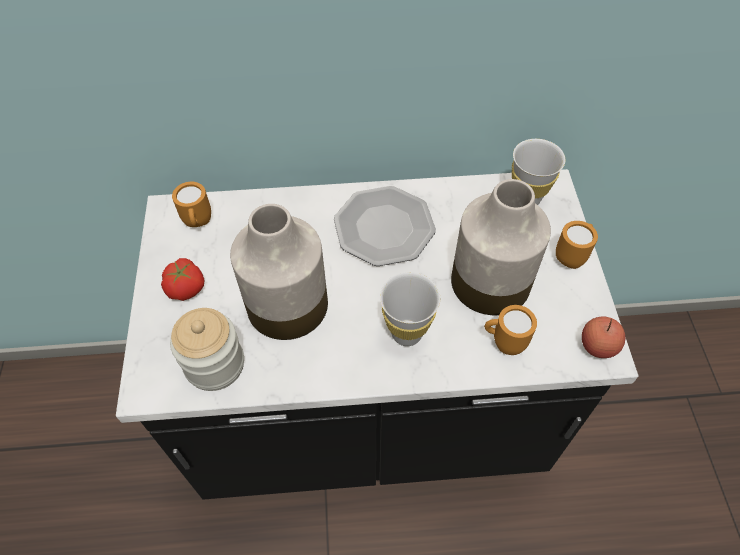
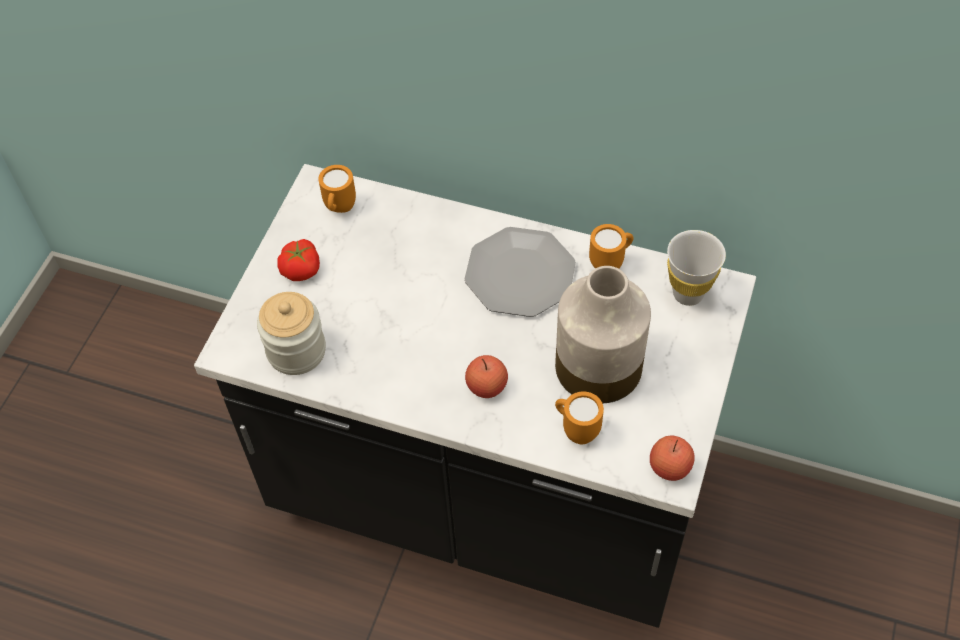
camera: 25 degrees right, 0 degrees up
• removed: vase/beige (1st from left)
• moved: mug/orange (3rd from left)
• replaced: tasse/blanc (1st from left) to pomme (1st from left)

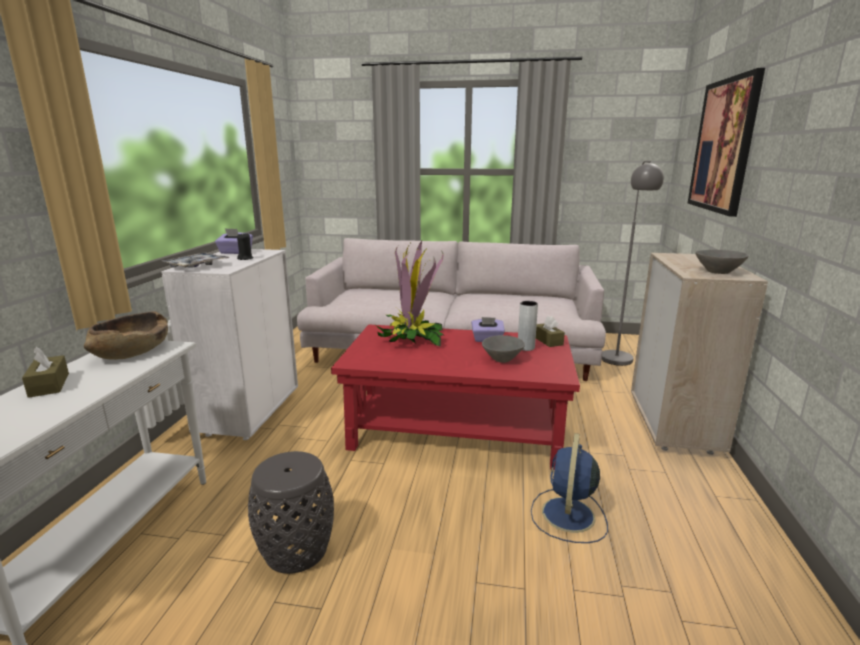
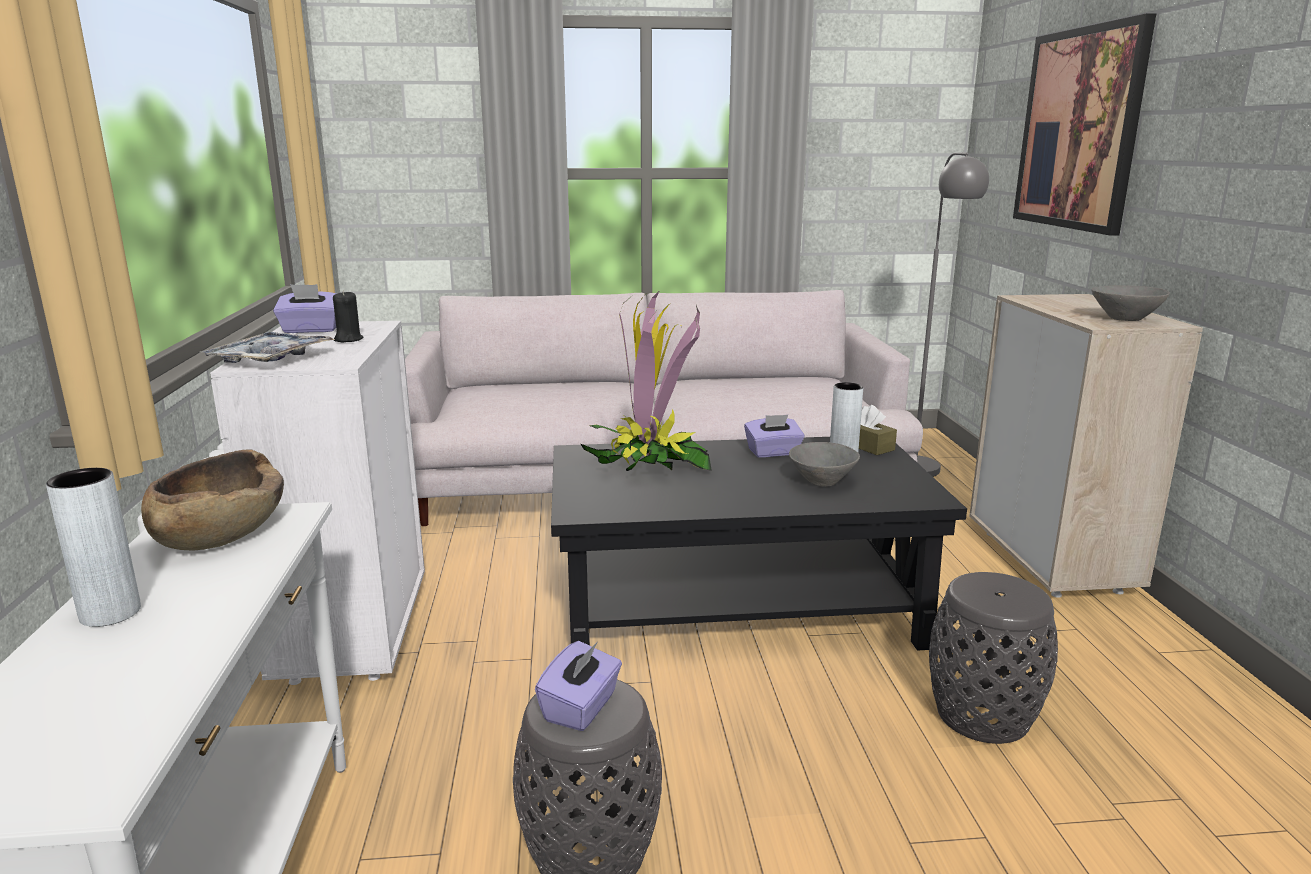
camera: 15 degrees left, 0 degrees up
• recoloured: table basse/rouge to table basse/noir
• replaced: boîte à mouchoirs/marron (1st from left) to vase/gris (1st from left)
• replaced: ventilateur/bleu to tabouret/gris (2nd from left)
• added: boîte à mouchoirs/violet (2nd from left)

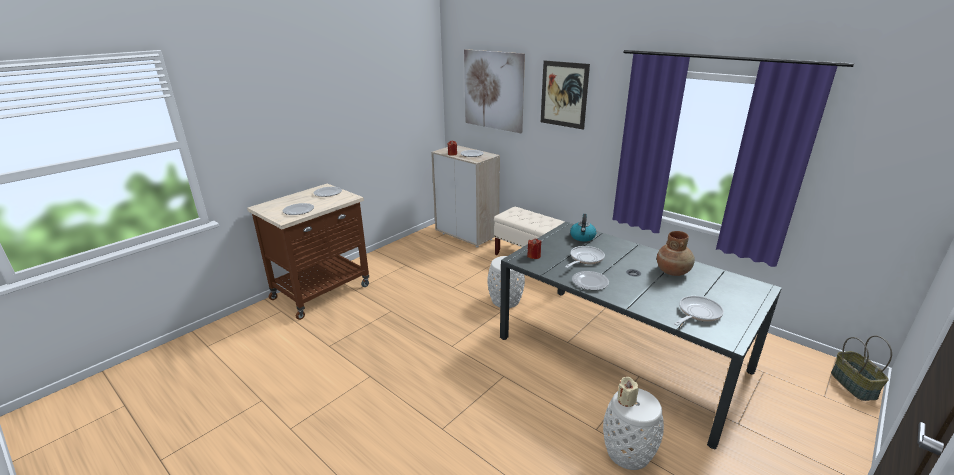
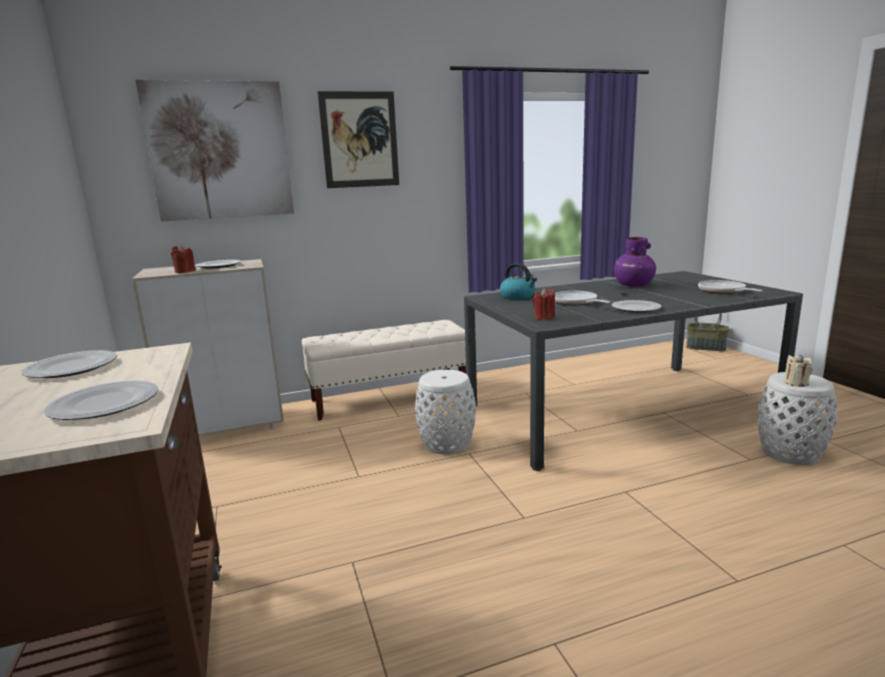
camera: 60 degrees left, 10 degrees down
• recoloured: vase/marron to vase/violet

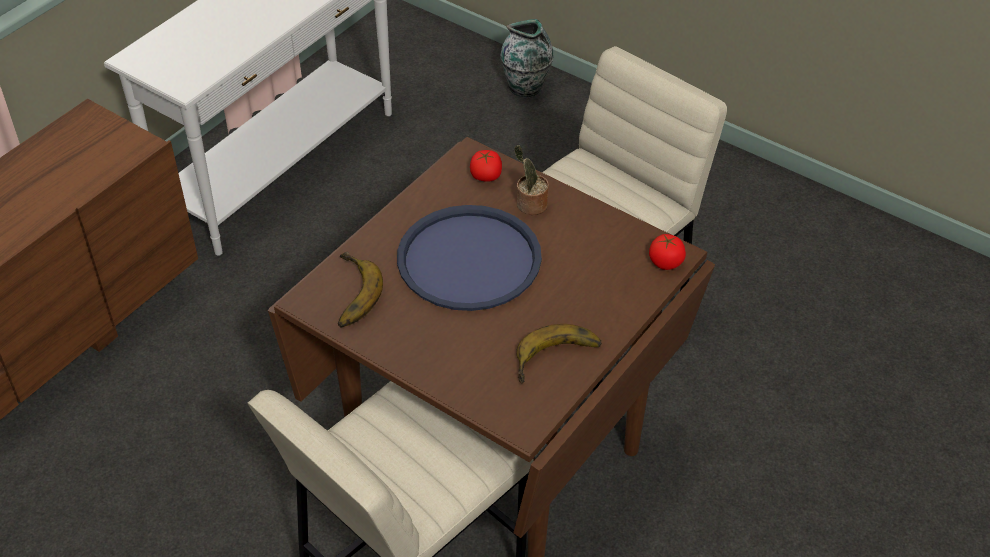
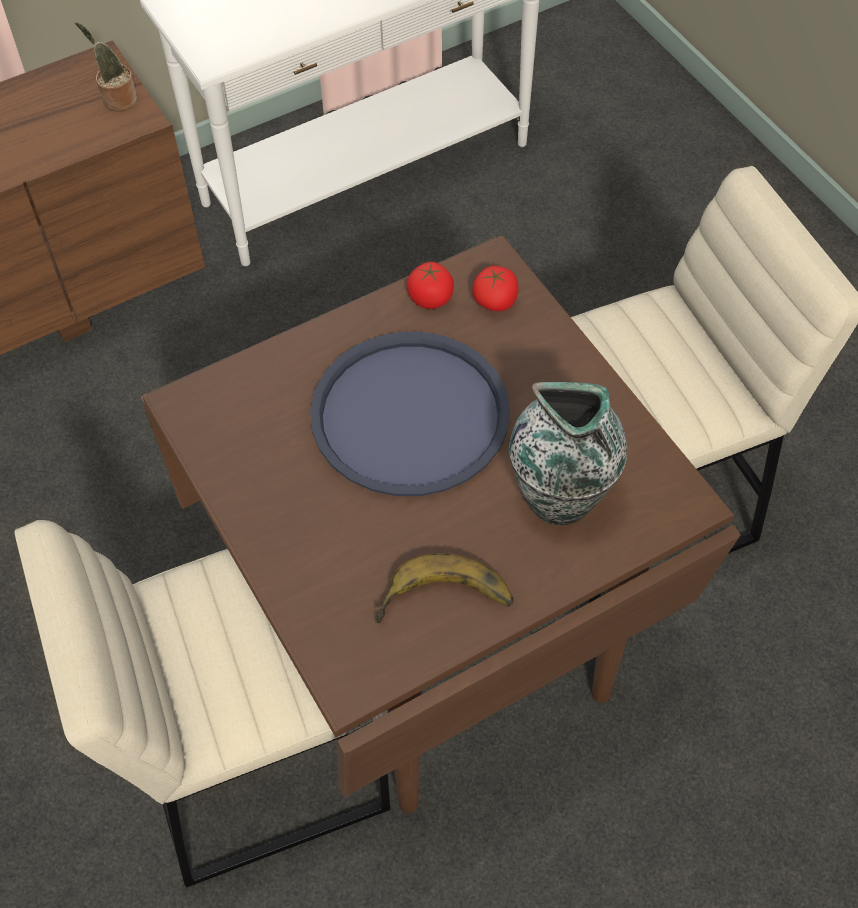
camera: 25 degrees right, 10 degrees up
• moved: vase
• moved: plante en pot
• moved: tomate (2nd from left in the first image) to tomate (1st from left)
• removed: banane (1st from left)

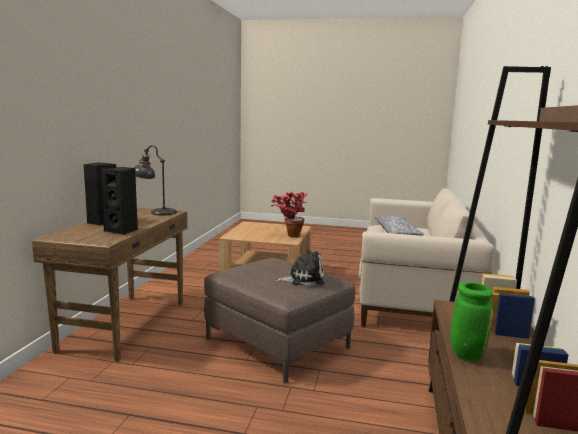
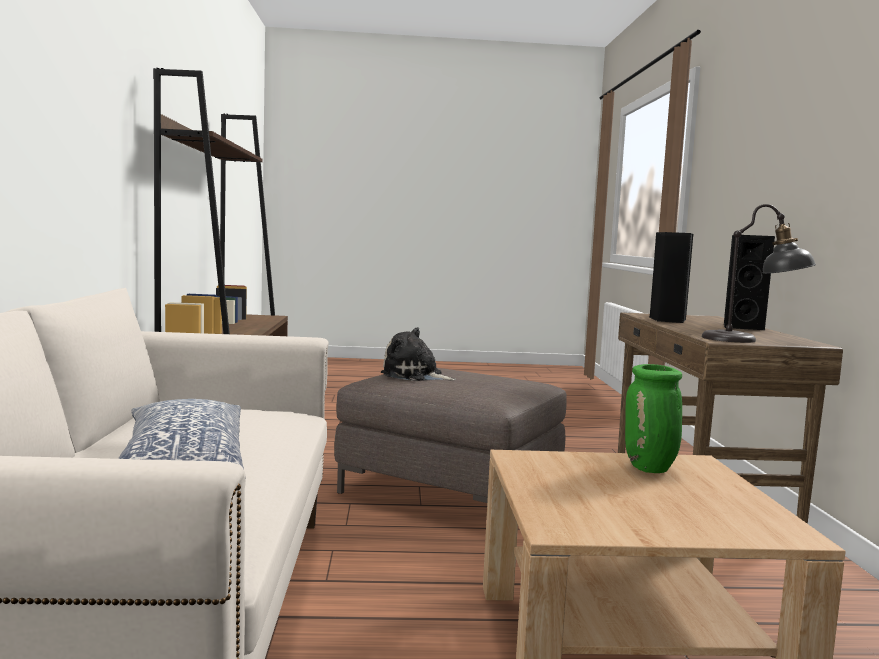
camera: 165 degrees right, 5 degrees down
• removed: plante en pot
• turned: peluche 45 degrees clockwise
• moved: vase/vert

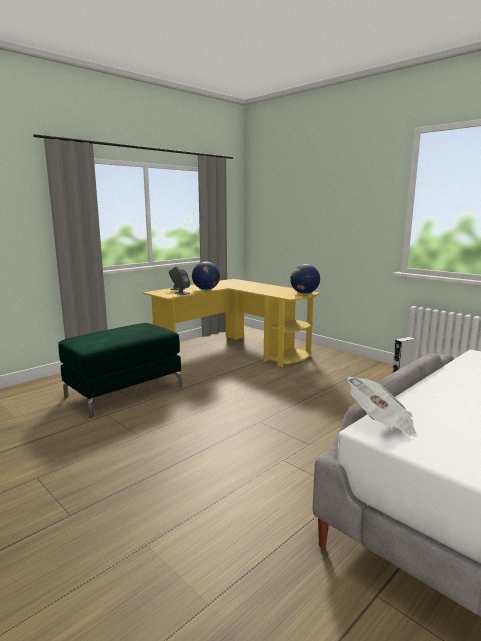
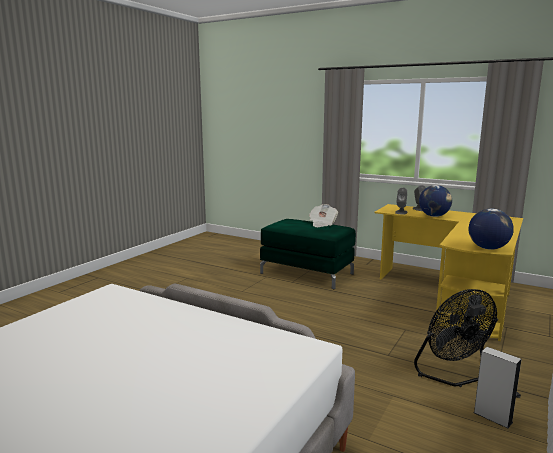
camera: 75 degrees right, 0 degrees up
• moved: journal
• added: ventilateur/noir

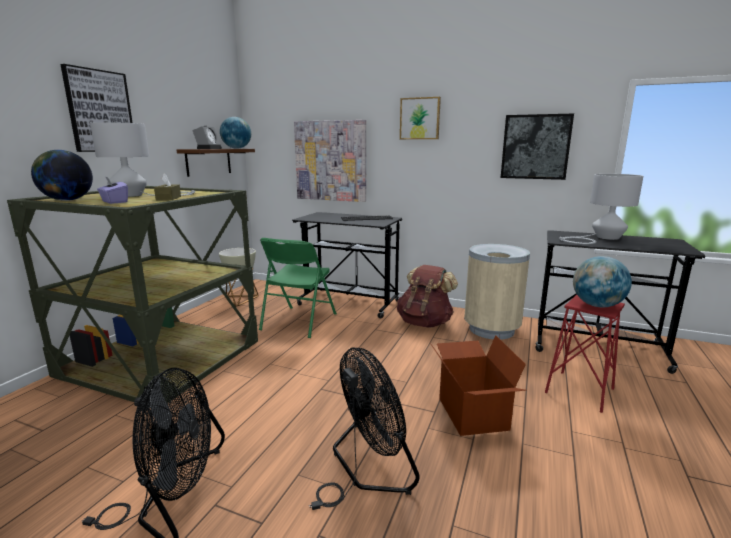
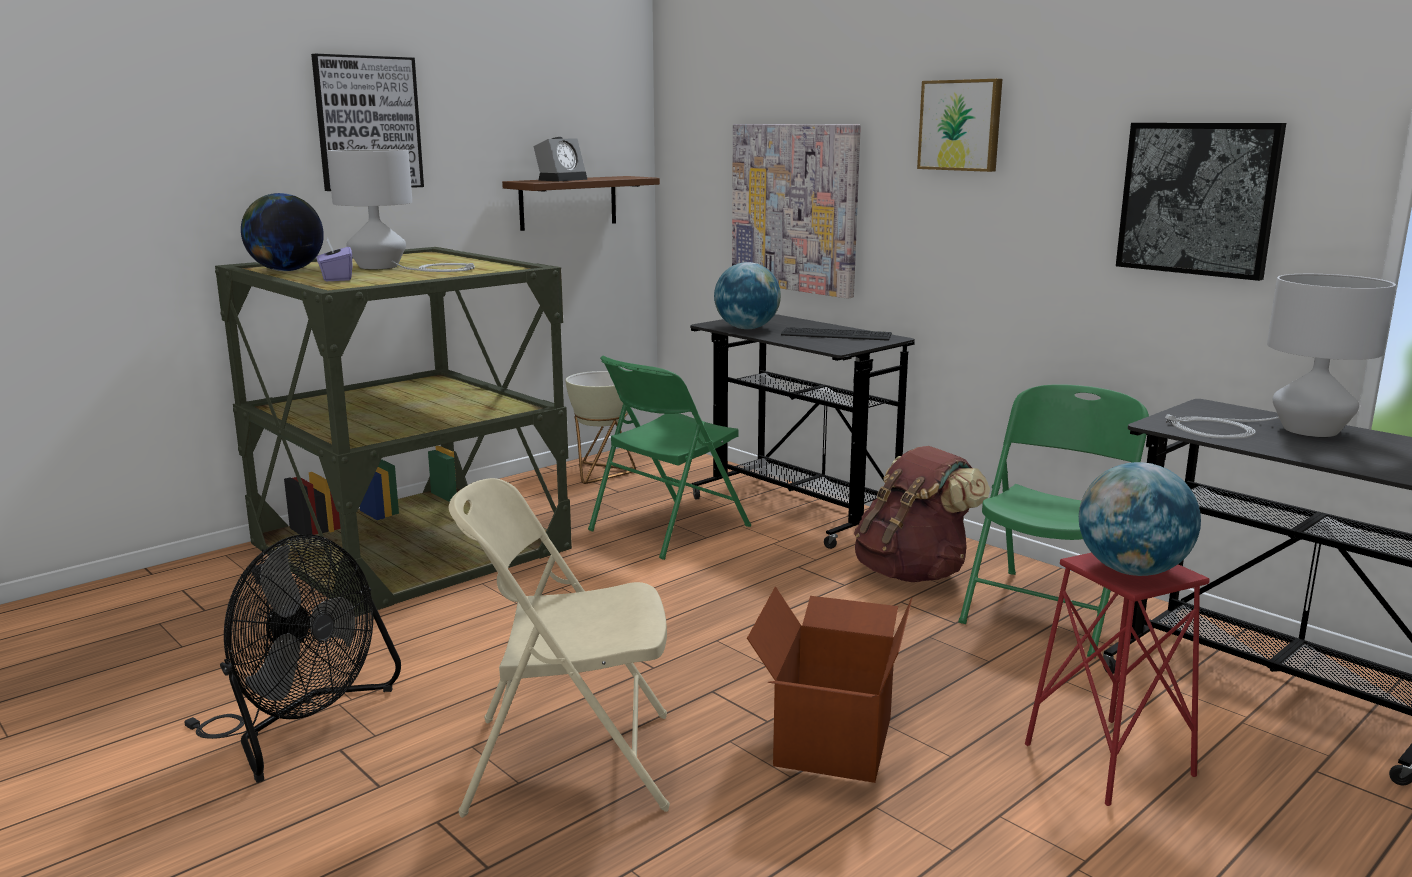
camera: 25 degrees right, 0 degrees up
• moved: globe (2nd from left)
• removed: boîte à mouchoirs/marron
• replaced: poubelle/beige to chaise/vert (2nd from left)
• replaced: ventilateur/noir (2nd from left) to chaise/beige

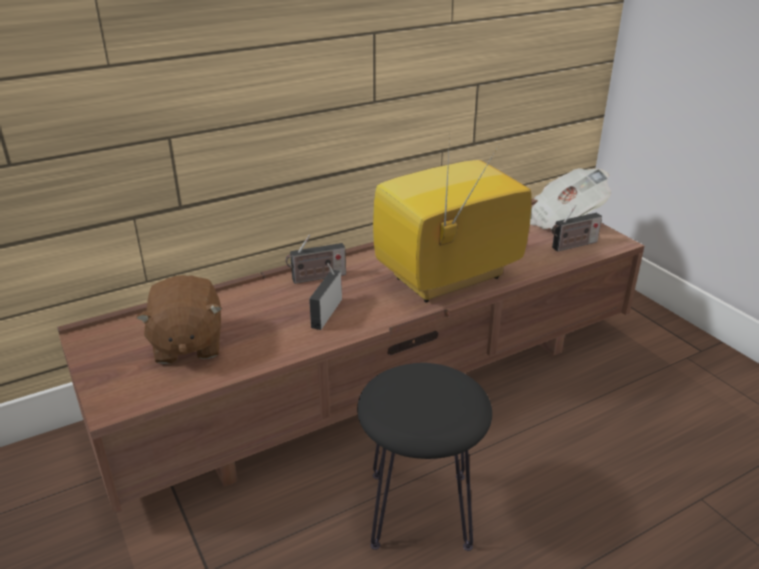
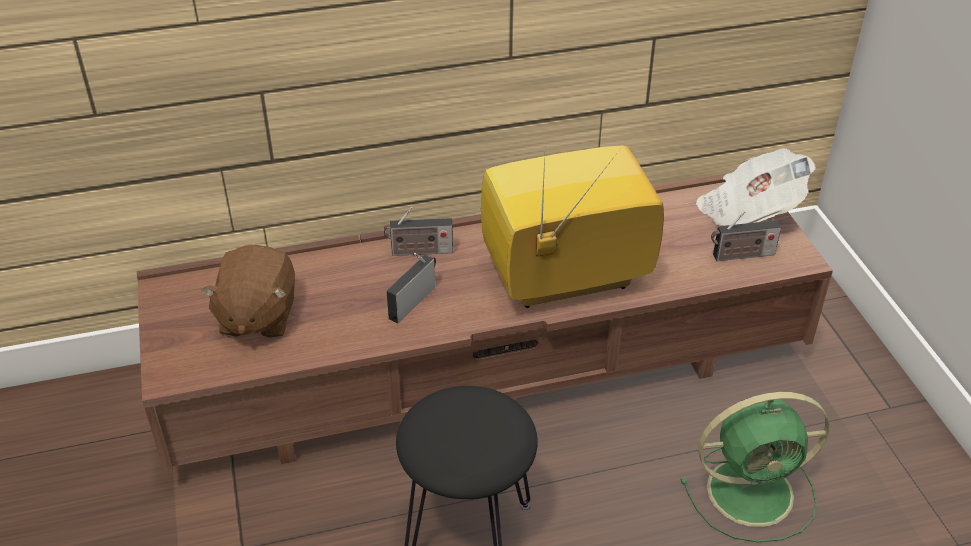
camera: 15 degrees right, 10 degrees up
• added: ventilateur/vert

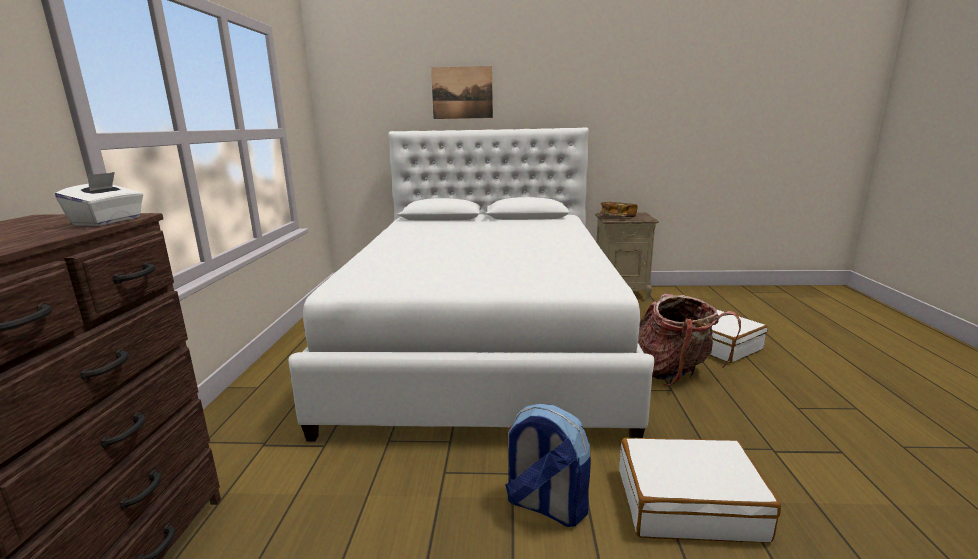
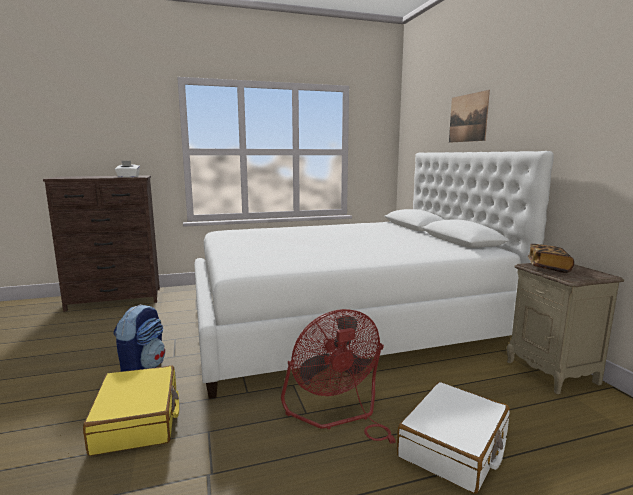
camera: 70 degrees right, 5 degrees down
• replaced: sac à dos (2nd from left) to ventilateur/rouge
• recoloured: valise/blanc (1st from left) to valise/jaune

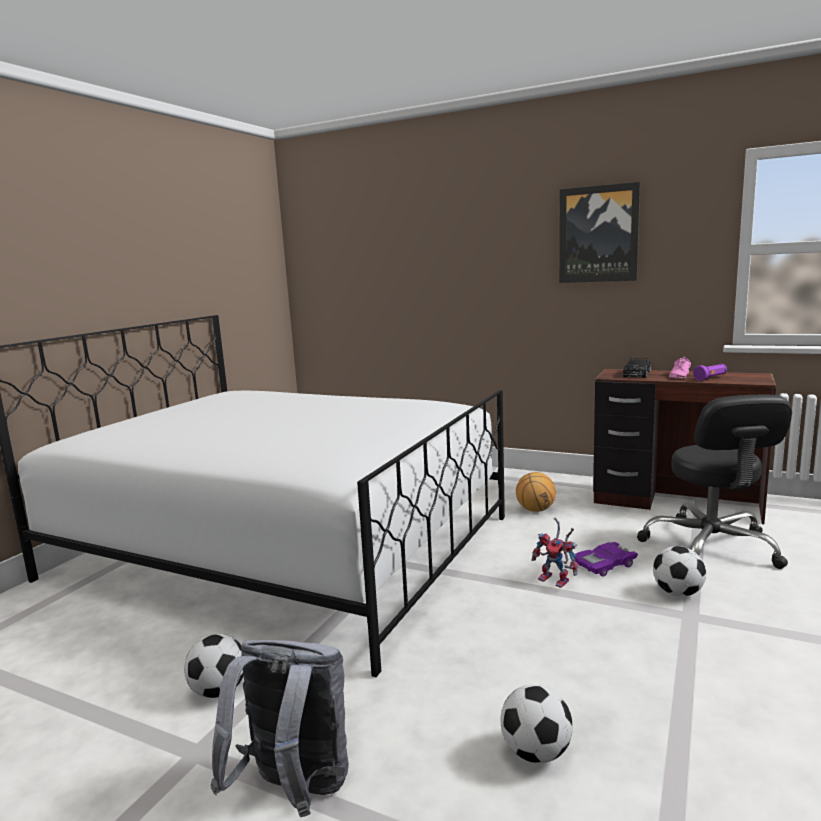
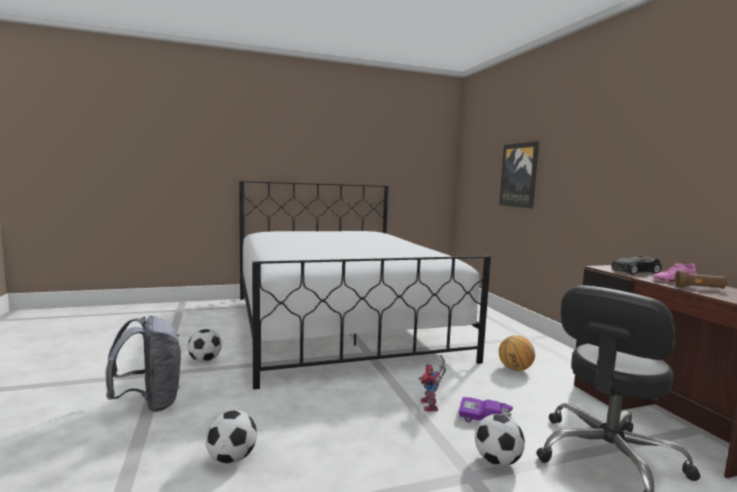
camera: 45 degrees right, 5 degrees down
• moved: tableau
• recoloured: lampe de poche/violet to lampe de poche/marron

